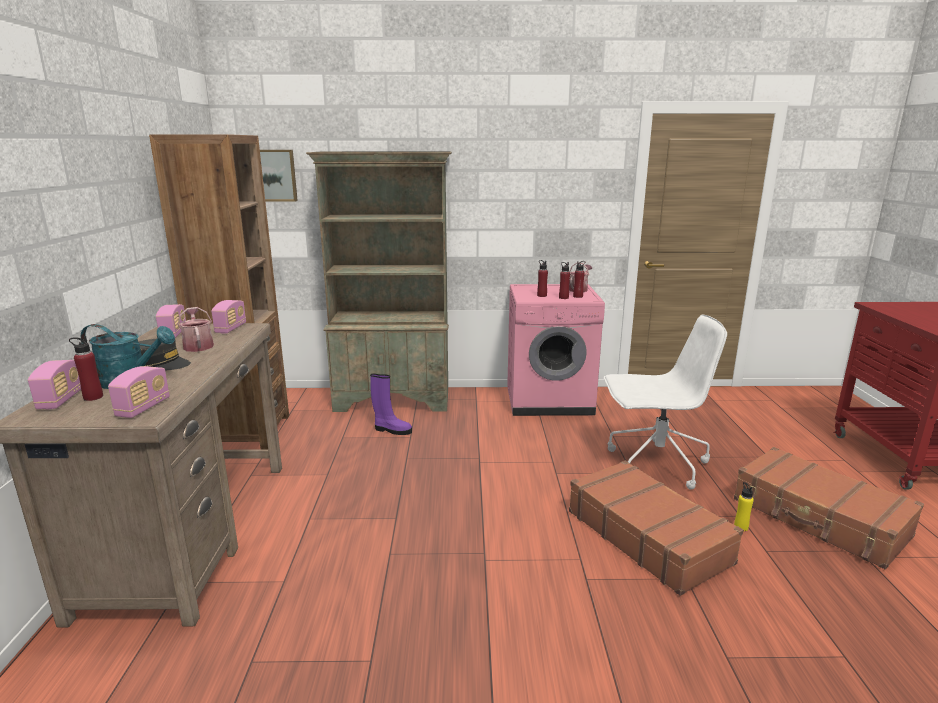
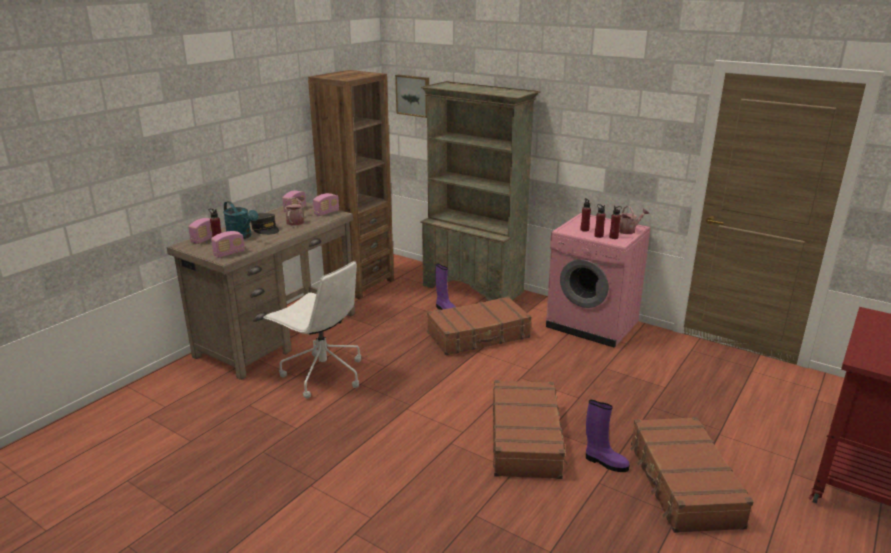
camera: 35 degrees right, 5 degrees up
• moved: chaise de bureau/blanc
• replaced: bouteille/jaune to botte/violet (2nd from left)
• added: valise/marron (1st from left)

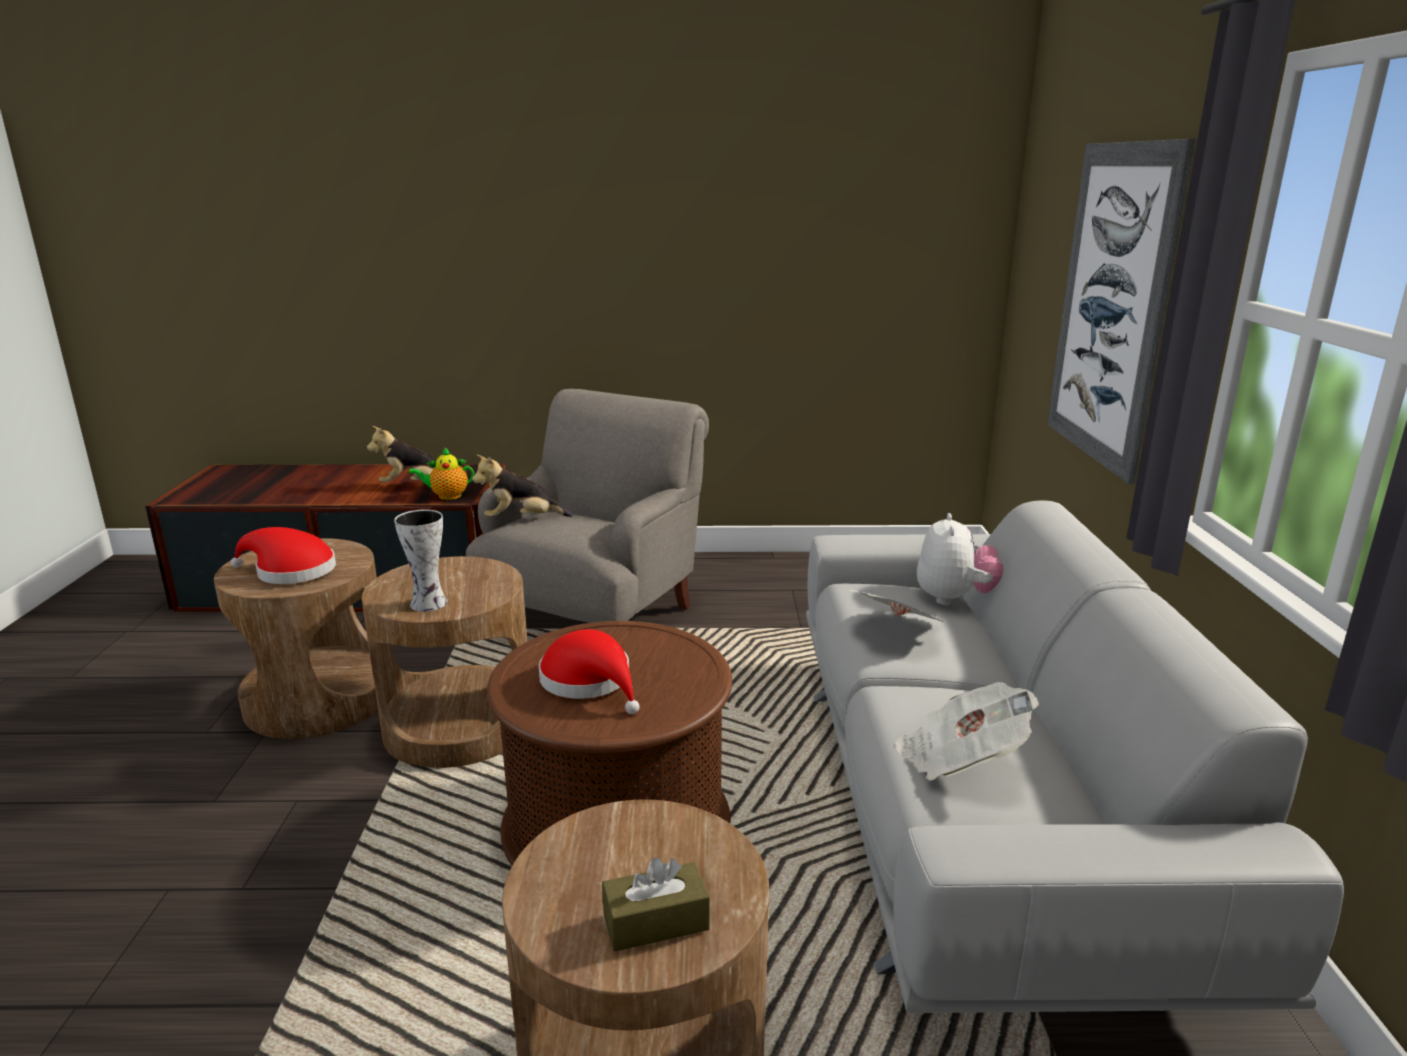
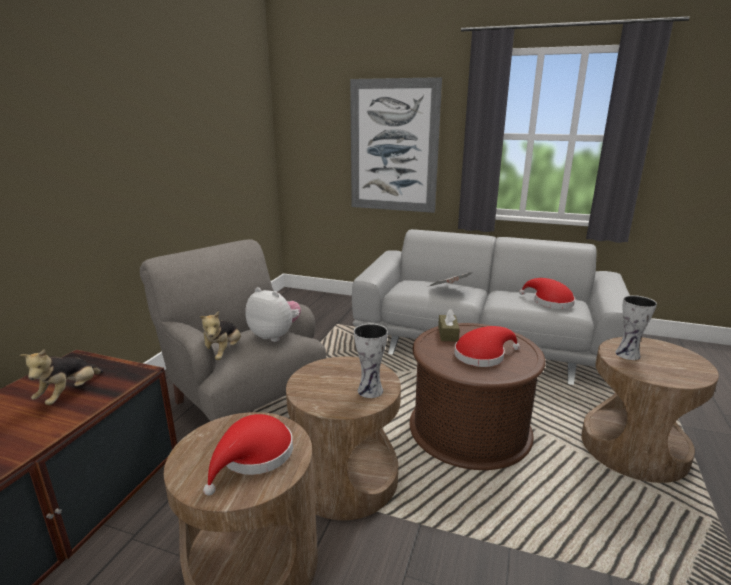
camera: 70 degrees left, 0 degrees up
• removed: théière
• moved: peluche (3rd from left)
• replaced: journal (2nd from left) to chapeau/rouge (3rd from left)
• moved: boîte à mouchoirs/marron
• added: vase (2nd from left)

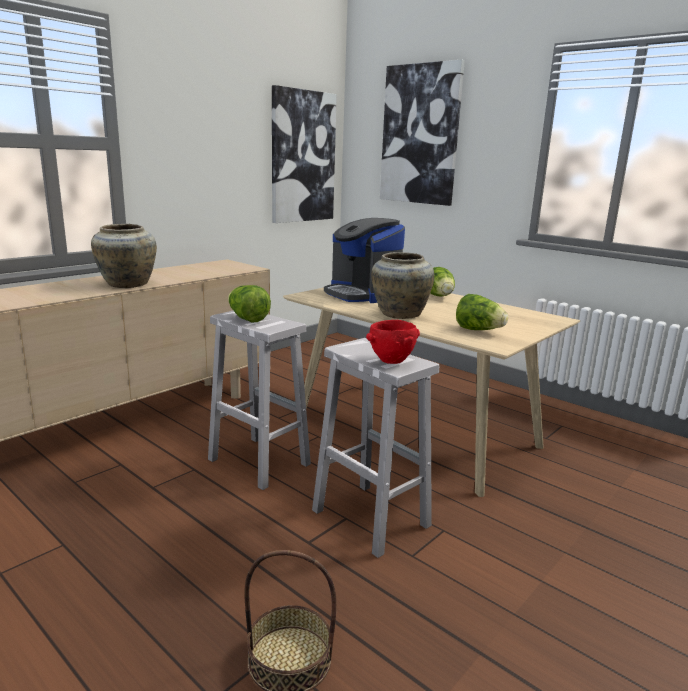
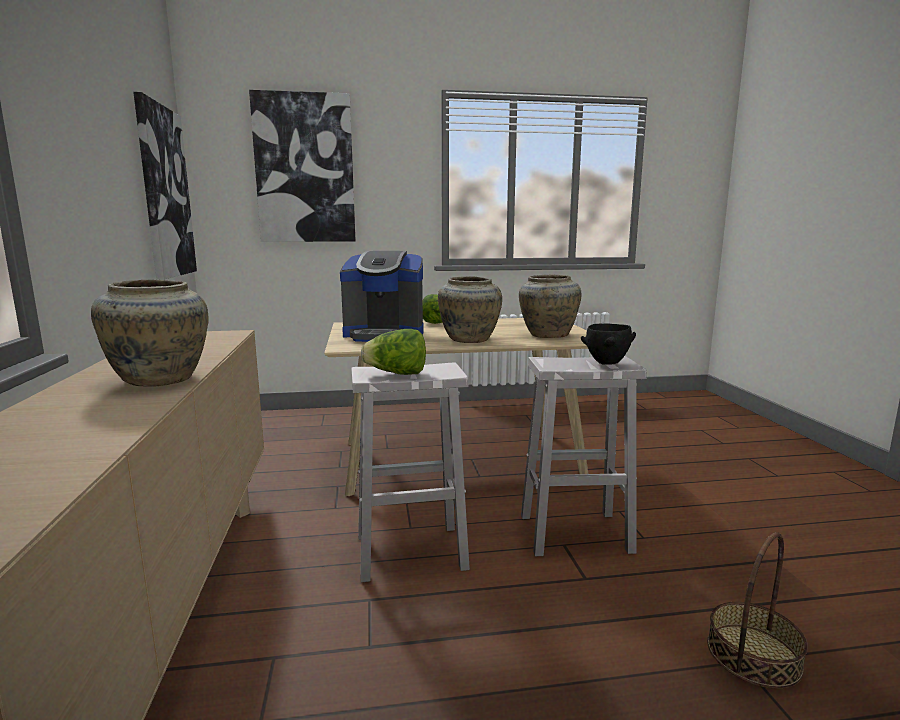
camera: 50 degrees left, 5 degrees down
• replaced: laitue (3rd from left) to vase/beige (3rd from left)
• recoloured: bol/rouge to bol/noir

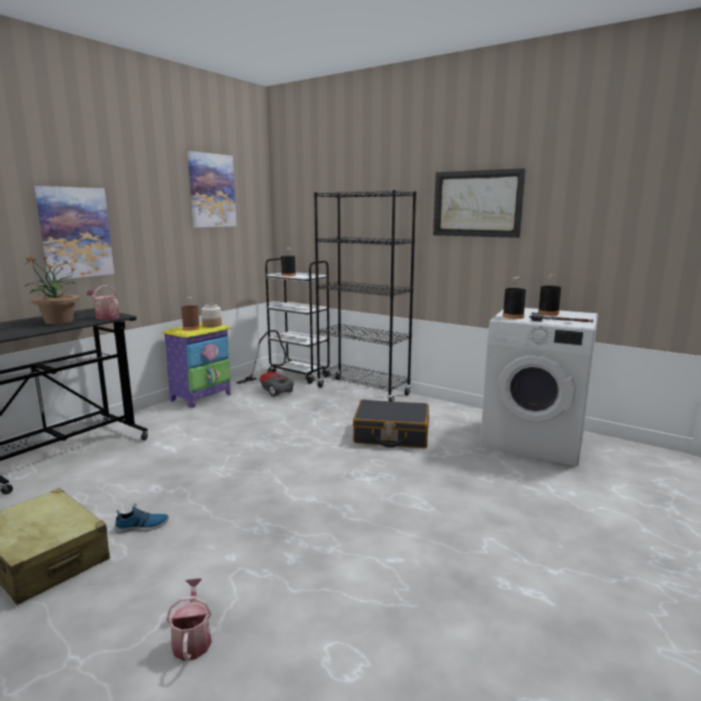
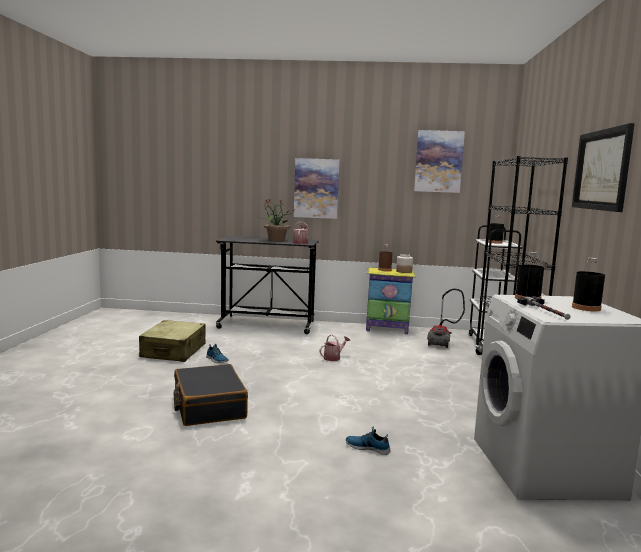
camera: 60 degrees right, 5 degrees down
• moved: valise/noir
• moved: arrosoir (2nd from left)
• added: chaussure (2nd from left)

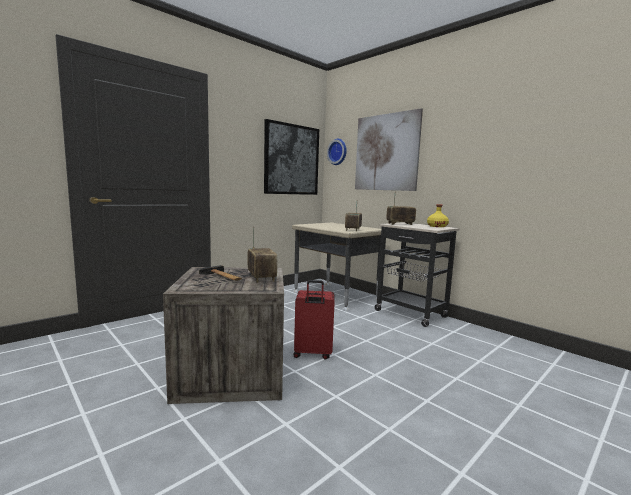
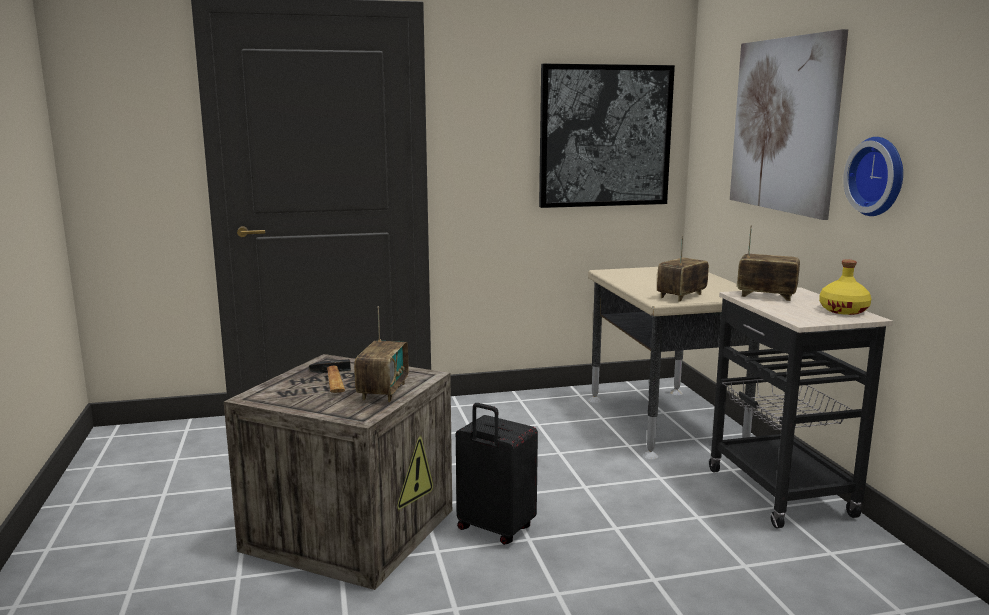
camera: 30 degrees right, 5 degrees up
• moved: horloge murale
• recoloured: valise/rouge to valise/noir

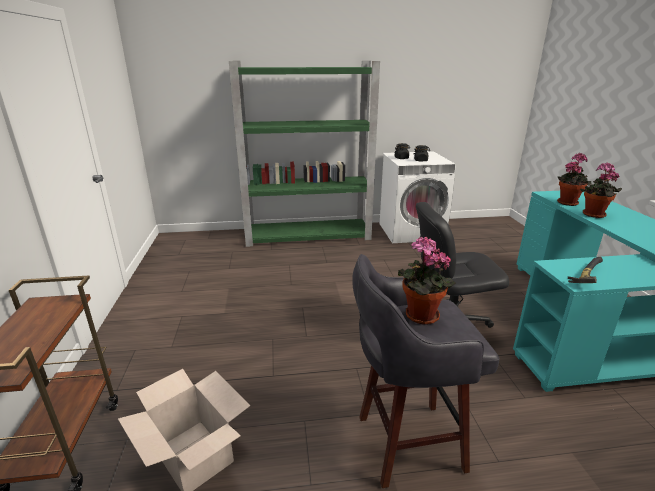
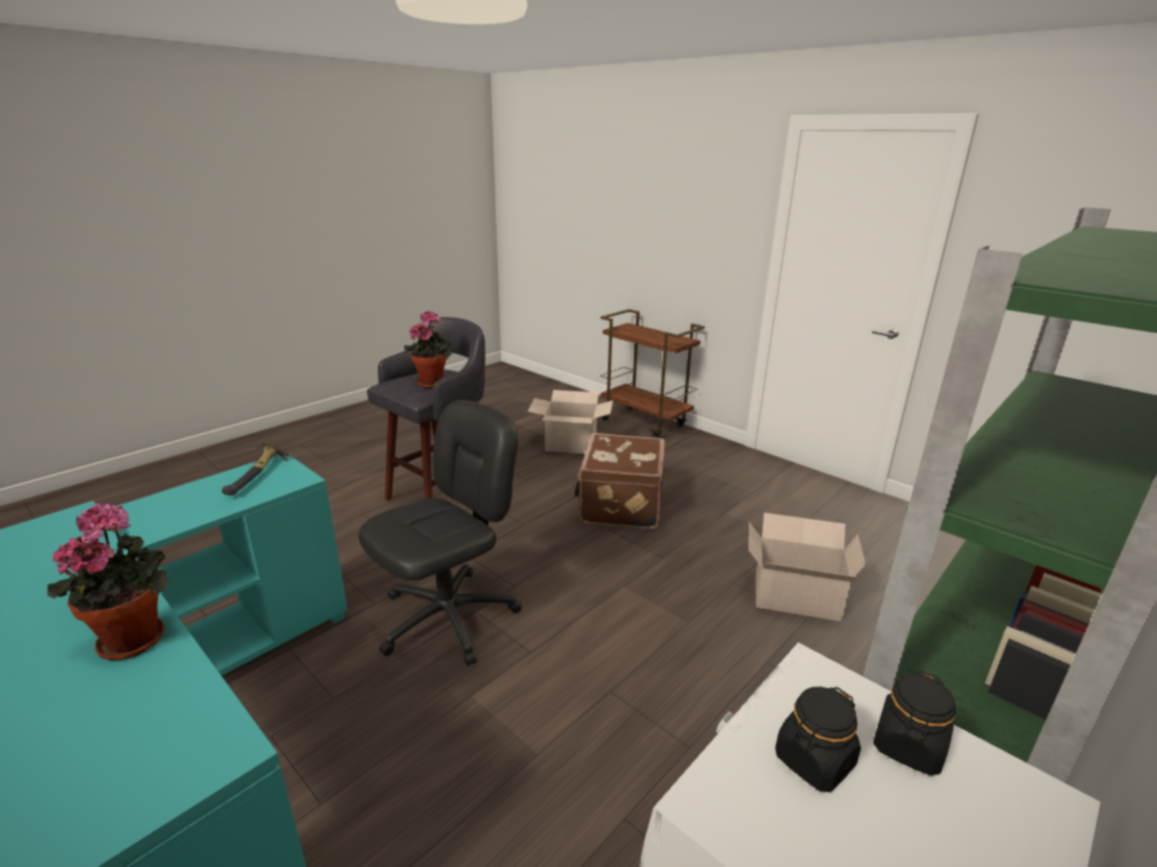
camera: 140 degrees right, 0 degrees up
• removed: plante en pot (2nd from left)
• added: valise/marron
• added: carton (2nd from left)

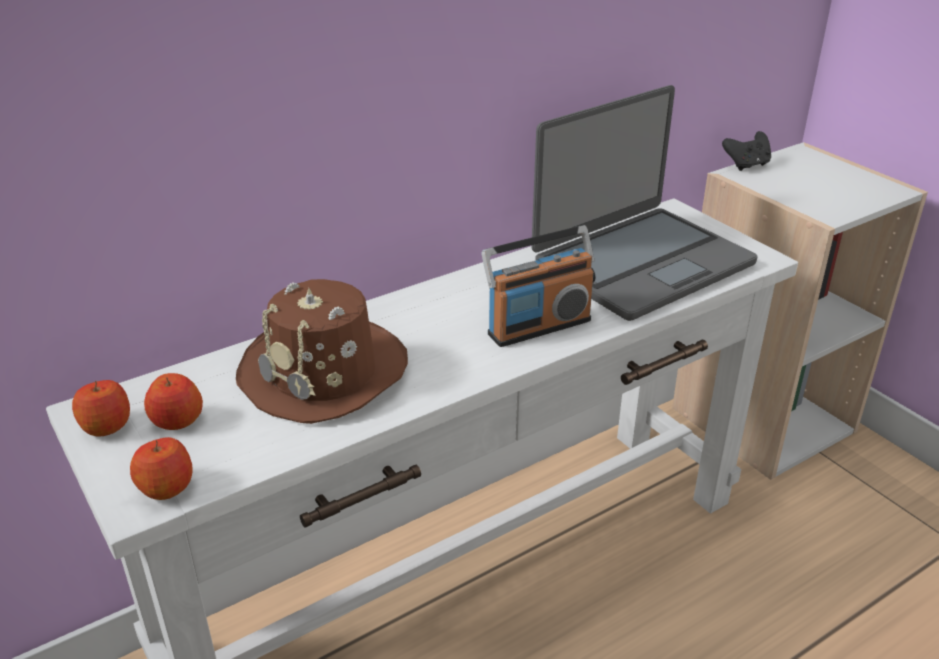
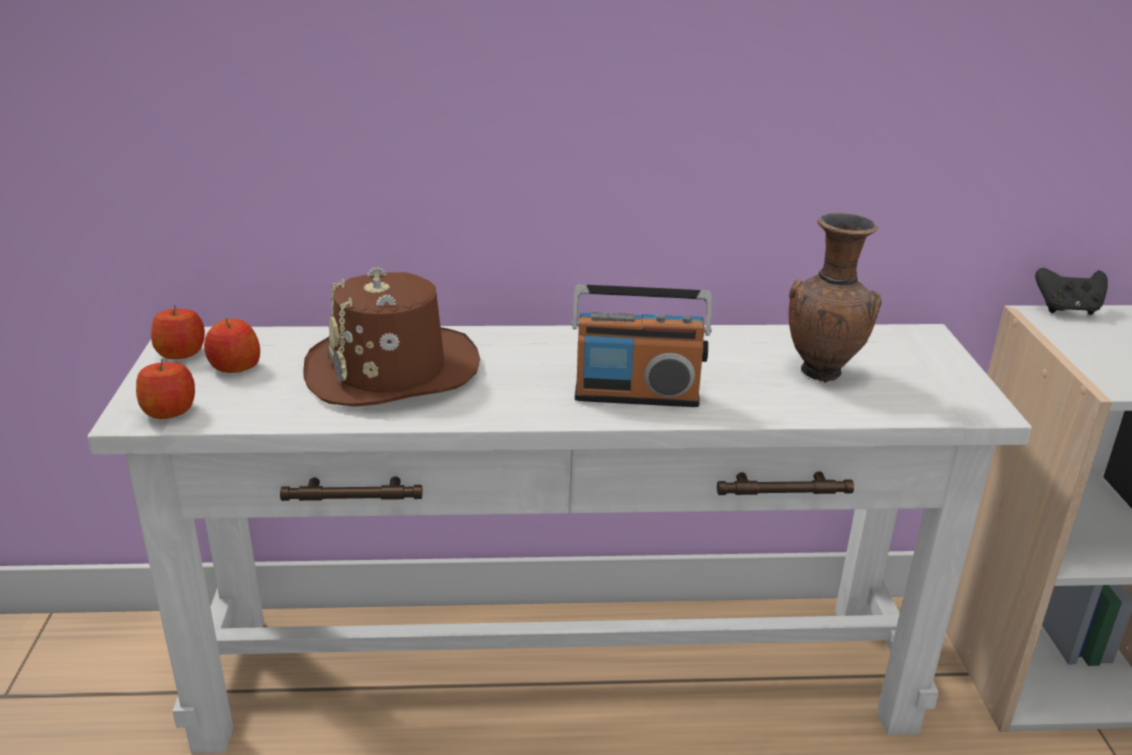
camera: 30 degrees right, 5 degrees down
• replaced: ordinateur portable to vase/marron

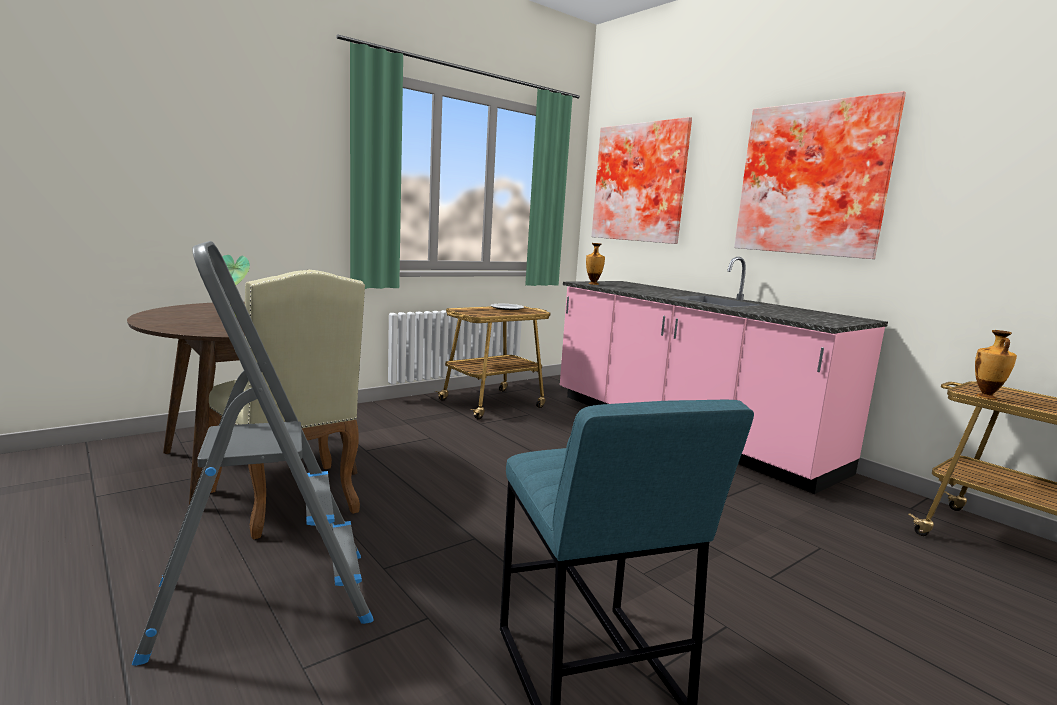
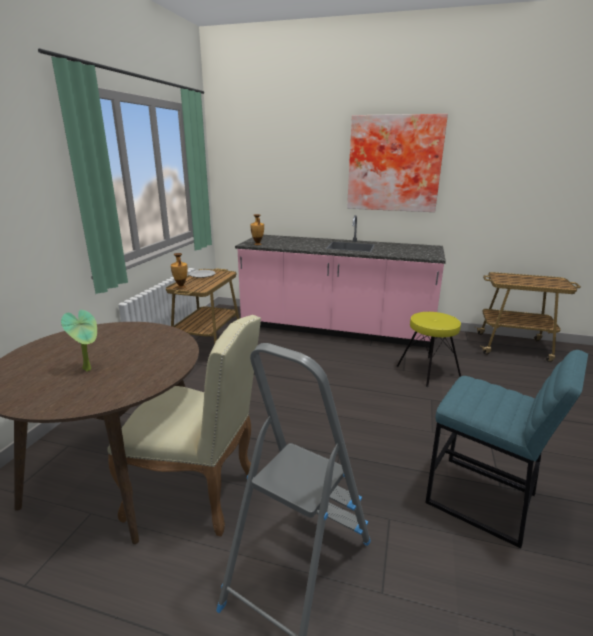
camera: 35 degrees left, 10 degrees up
• removed: tableau (1st from left)
• moved: vase (2nd from left in the first image) to vase (1st from left)
• added: tabouret/jaune

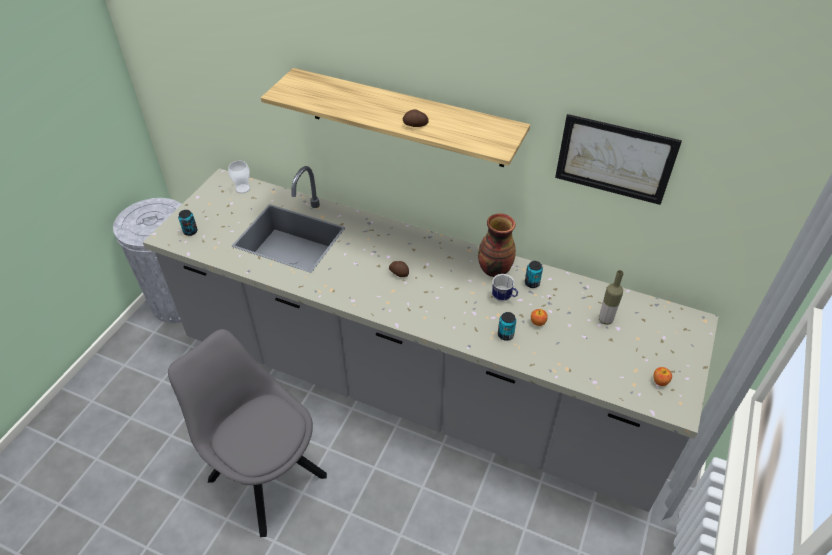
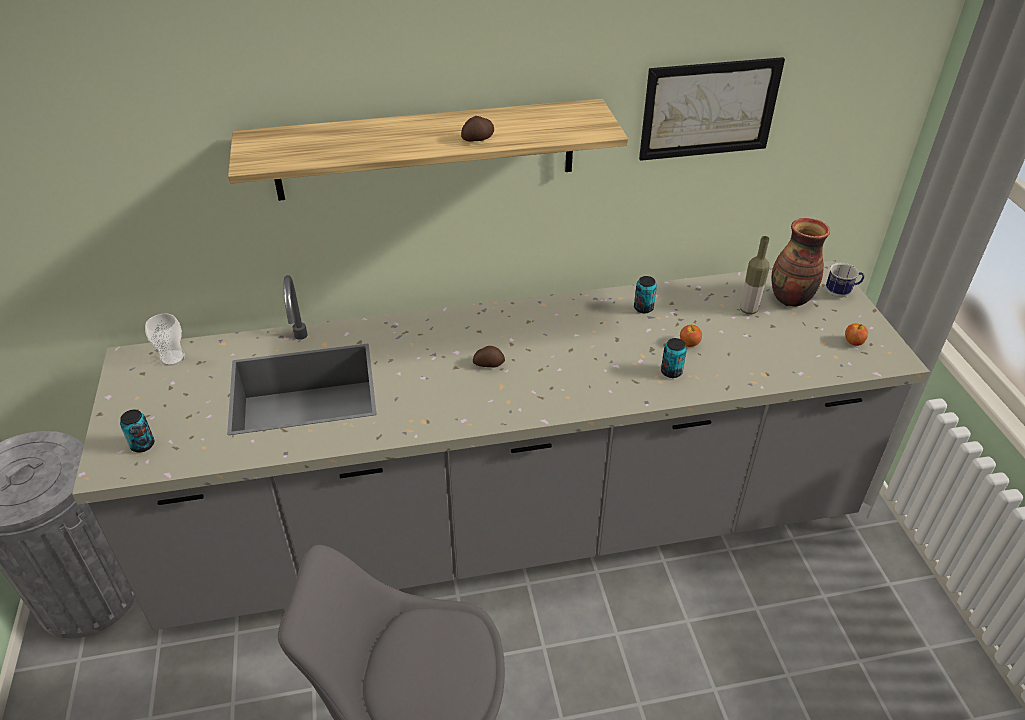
camera: 35 degrees left, 5 degrees down
• moved: vase
• moved: mug

